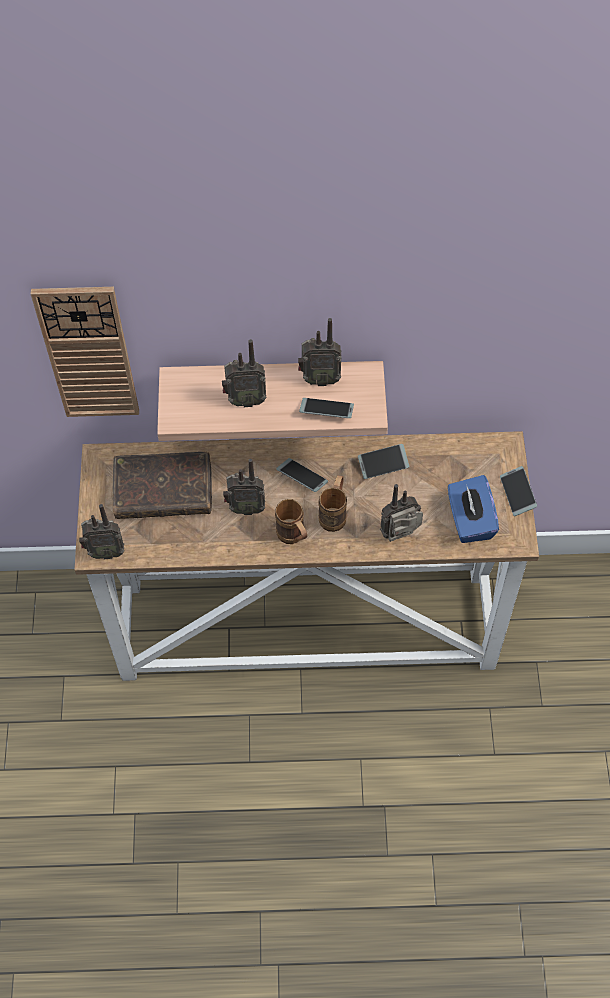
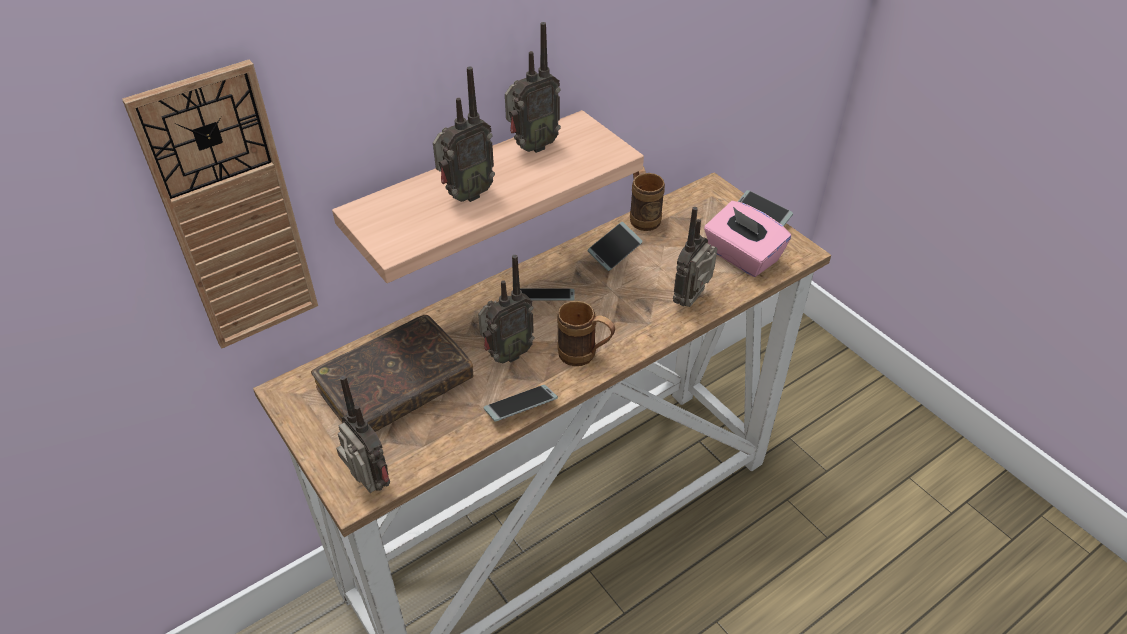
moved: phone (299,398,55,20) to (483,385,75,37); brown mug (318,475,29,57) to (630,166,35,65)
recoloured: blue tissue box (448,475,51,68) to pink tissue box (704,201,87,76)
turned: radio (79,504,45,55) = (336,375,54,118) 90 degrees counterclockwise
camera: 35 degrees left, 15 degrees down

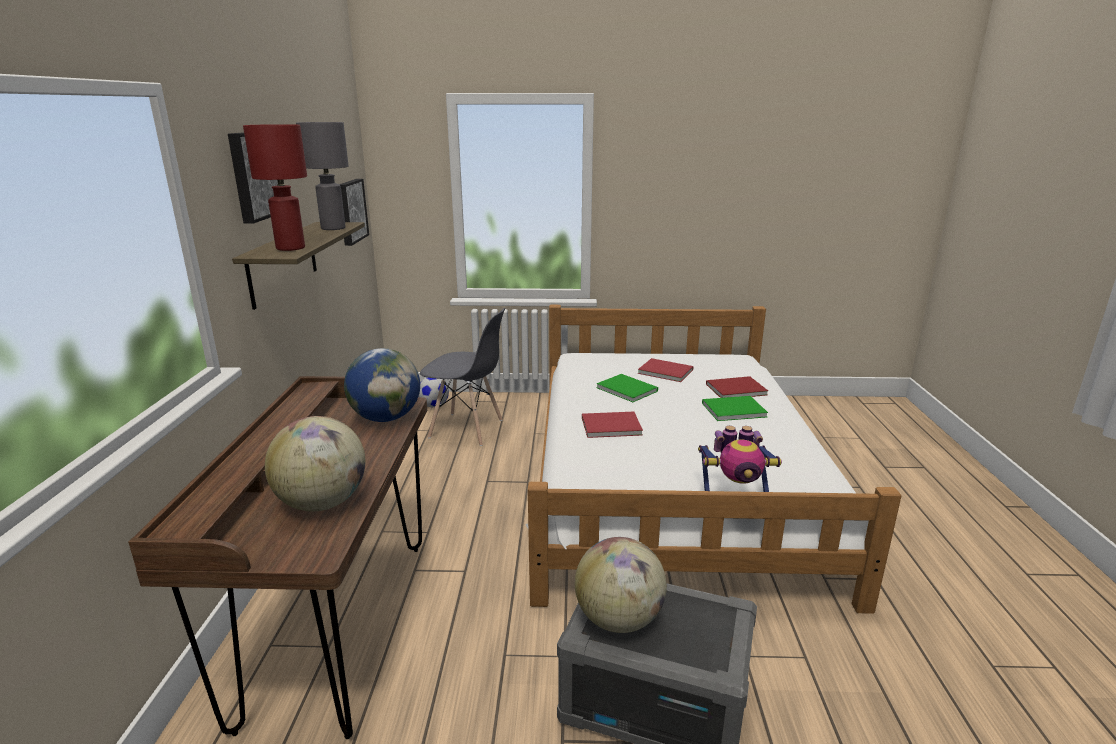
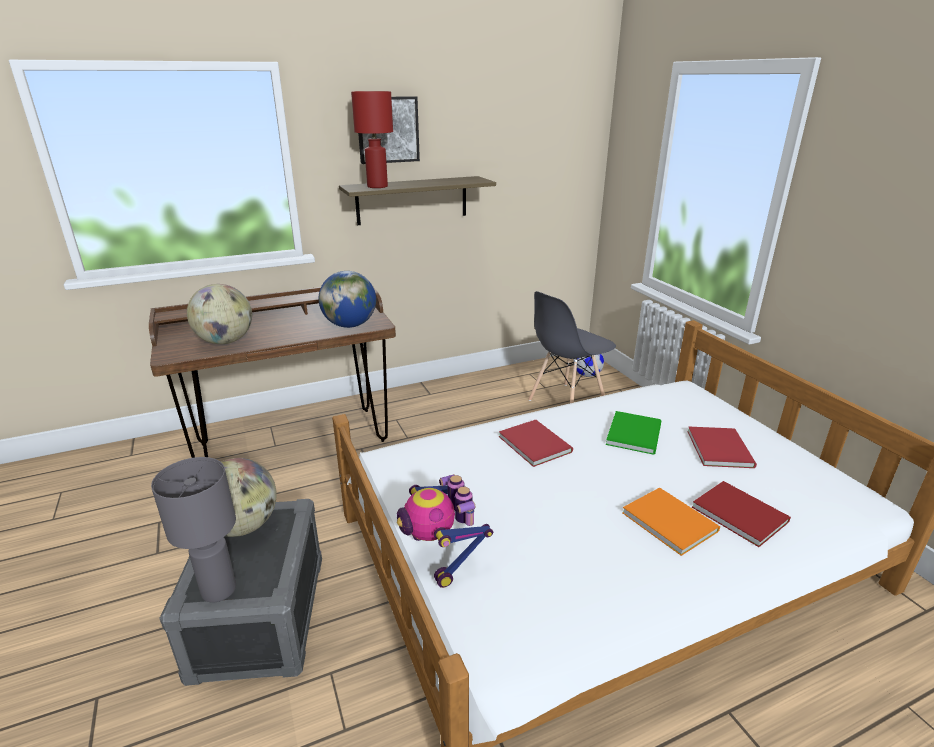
removed: picture (339,179,30,67)
moved: grey table lamp (296,122,53,108) to (151,457,85,146)
recoloured: green book (702,396,66,25) to orange book (622,487,98,69)
turned: grey chair (420,308,85,138) = (528,291,88,112) 60 degrees clockwise
camera: 65 degrees right, 5 degrees up

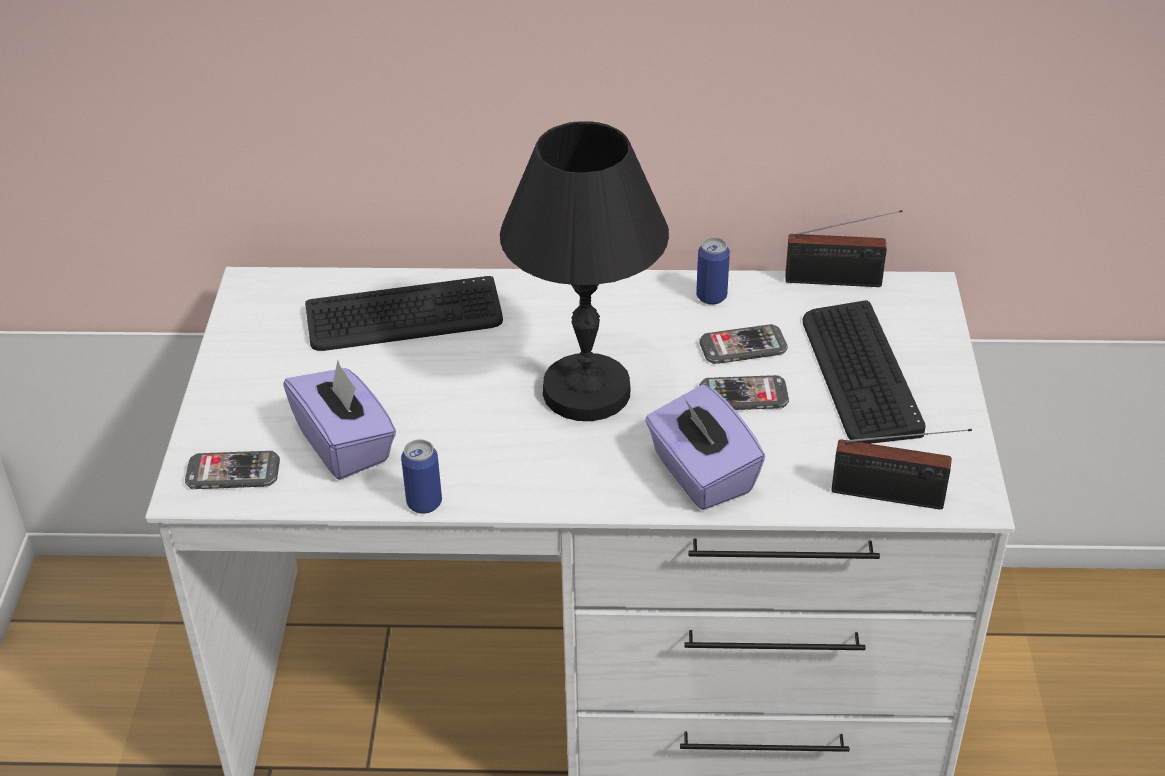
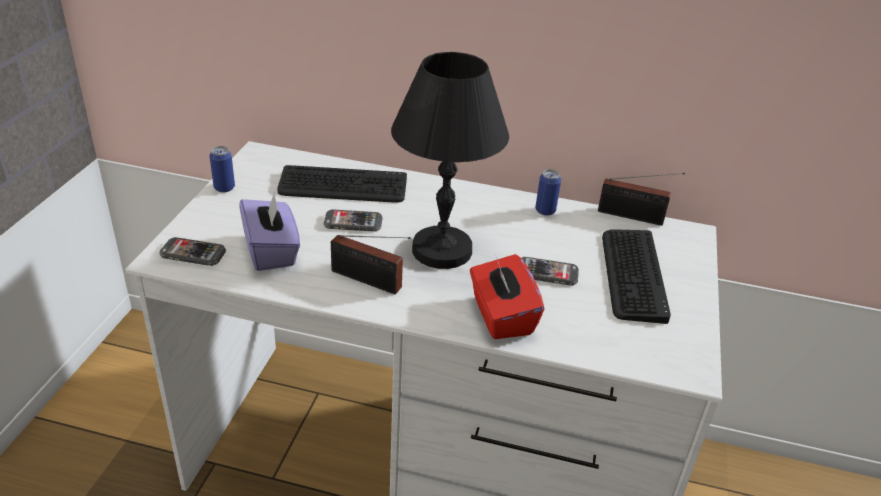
moved: can (401,439,41,75) to (209,146,26,47); phone (699,324,89,40) to (324,209,59,23); radio (831,429,141,81) to (331,235,80,59)
recoloured: purple tissue box (645,384,120,126) to red tissue box (470,254,74,85)
camera: 10 degrees right, 5 degrees down

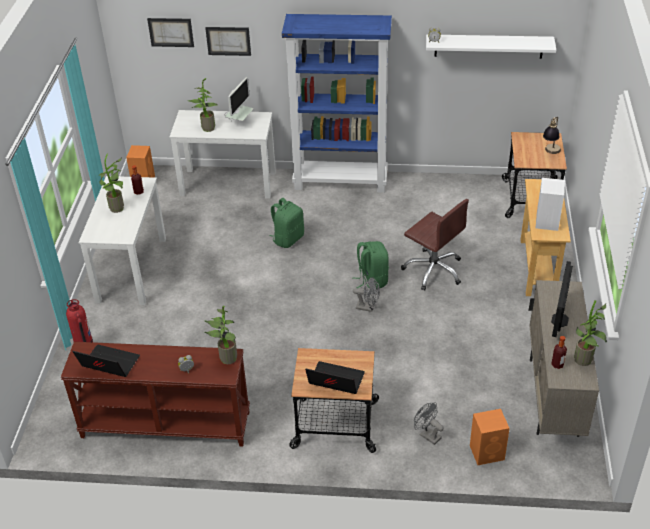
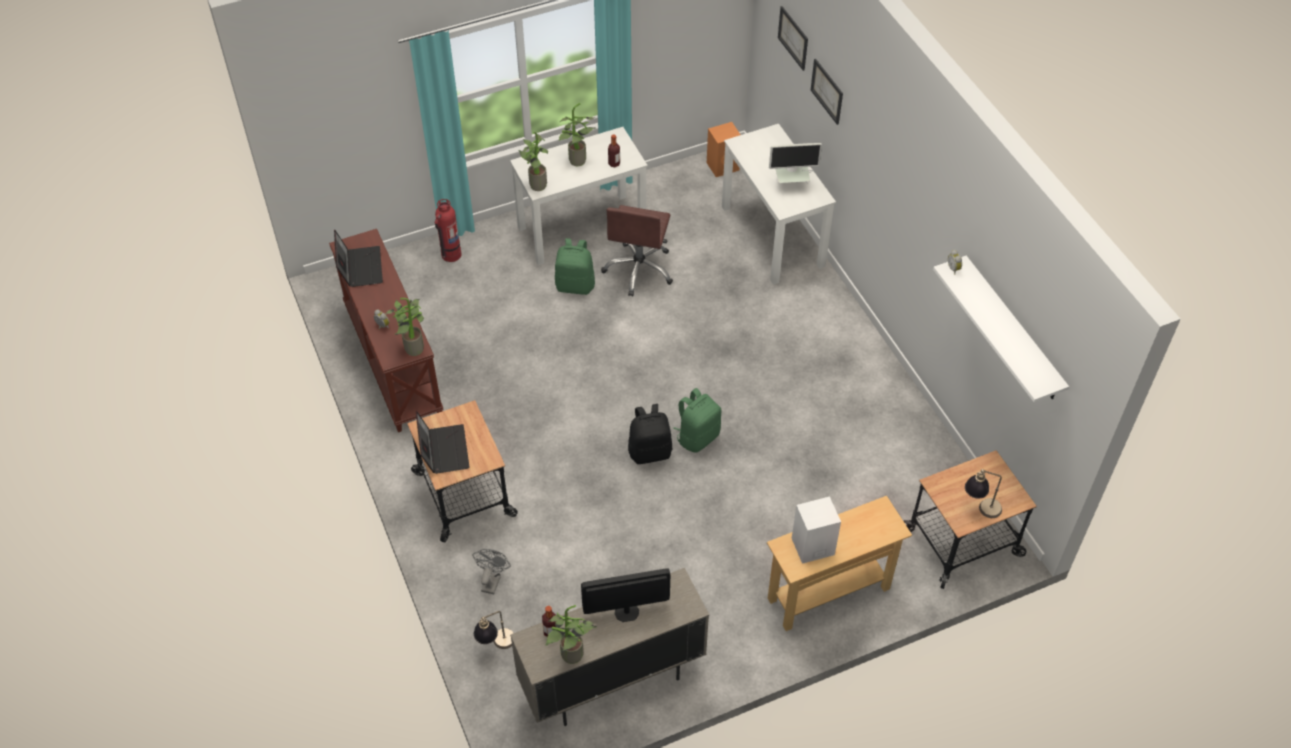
removed: blue bookcase (282,14,110,179)
moved: potted plant (189,78,28,54) to (519,132,29,59); green backpack (269,198,35,50) to (555,238,40,57); brown office chair (401,199,68,92) to (601,205,72,92)
replaced: grey fan (353,277,27,35) to black backpack (628,404,45,60); orange speaker (470,409,40,56) to table lamp (474,611,40,38)
camera: 60 degrees right, 10 degrees up

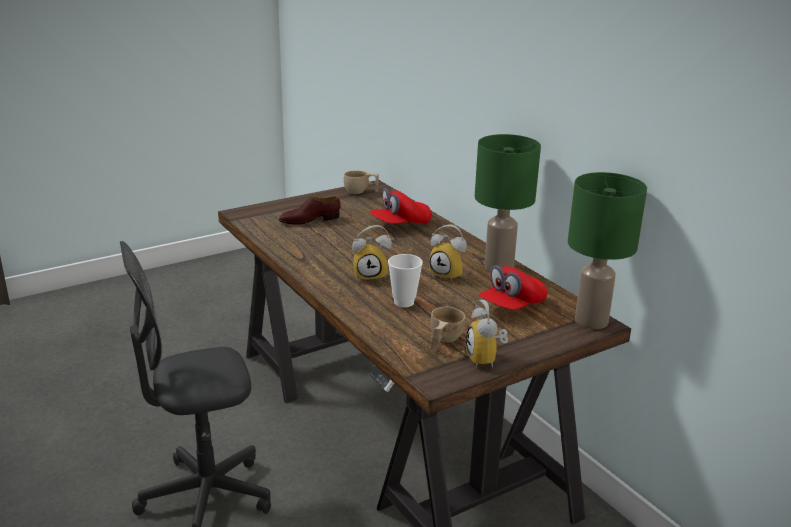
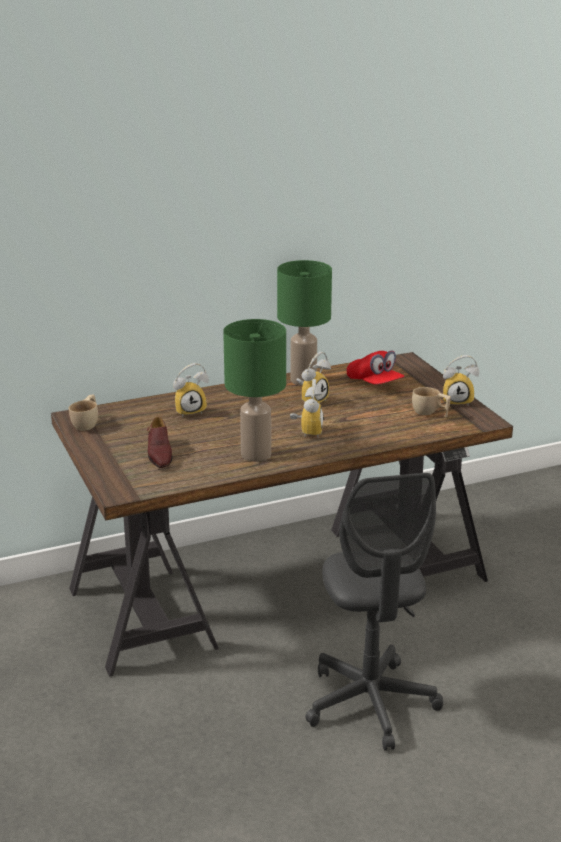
removed: cup (388,254,35,53)
moved: green table lamp (568,172,79,157) to (223,319,63,142)
replaced: red cap (369,188,63,36) to alarm clock (173,363,36,54)
camera: 80 degrees left, 0 degrees up

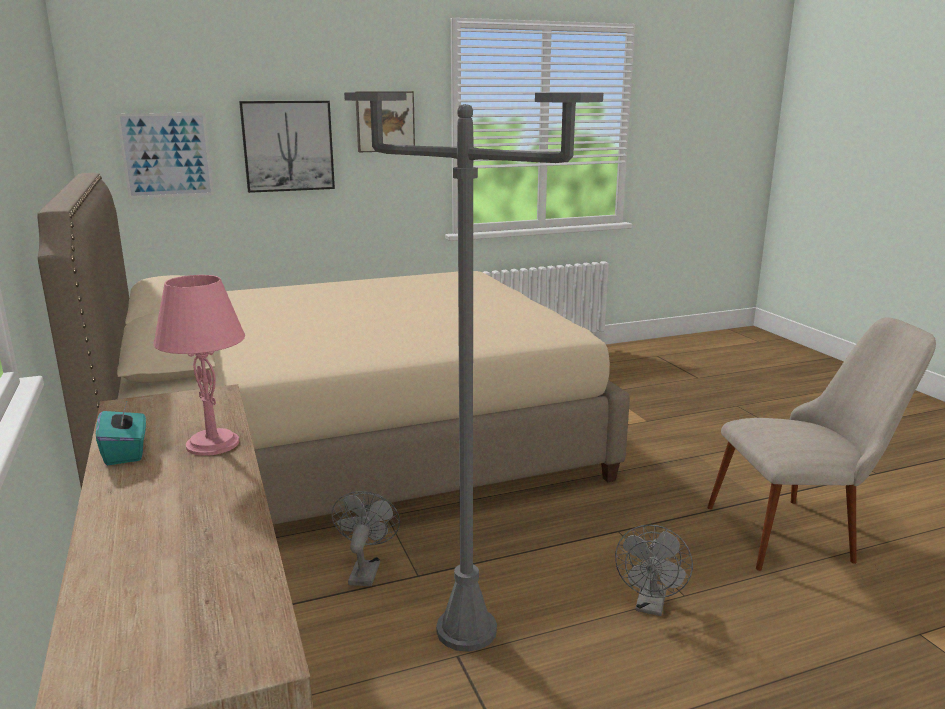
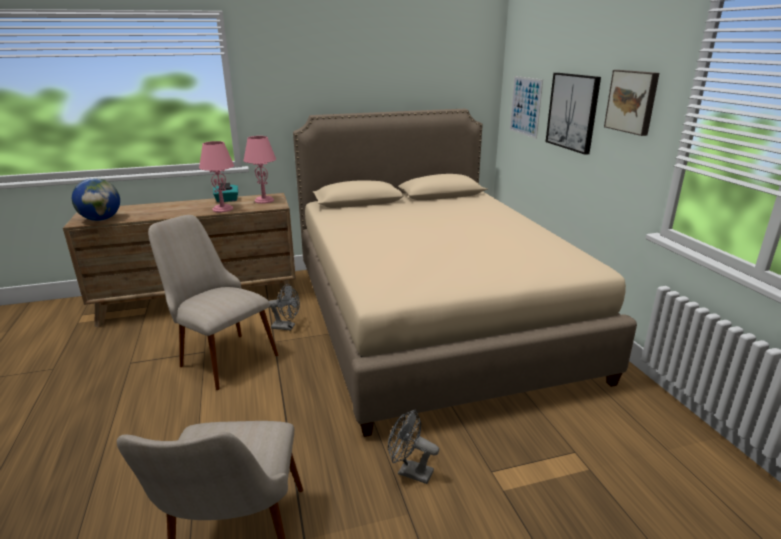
added: globe (72,178,48,43); pink table lamp (243,136,33,68)
moved: grey fan (615,525,78,91) to (388,410,51,74)
replaced: grey floor lamp (344,92,260,560) to beige chair (148,215,130,175)
camera: 95 degrees right, 5 degrees up

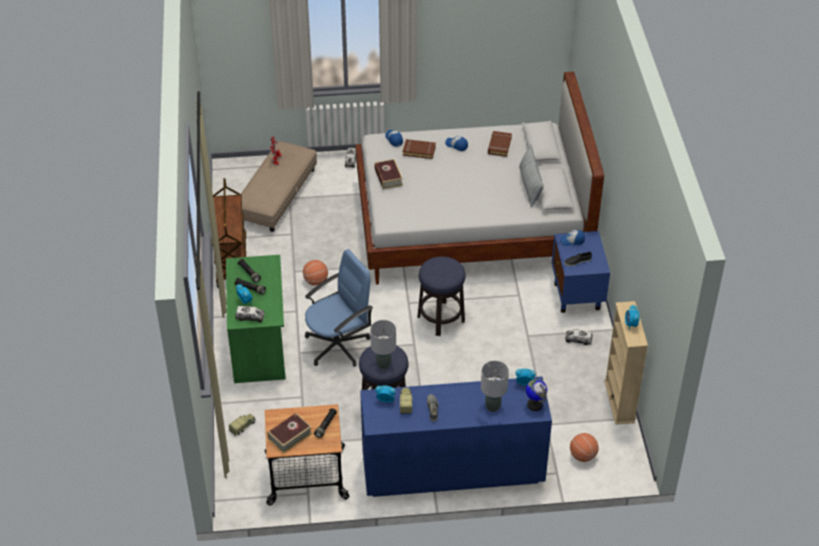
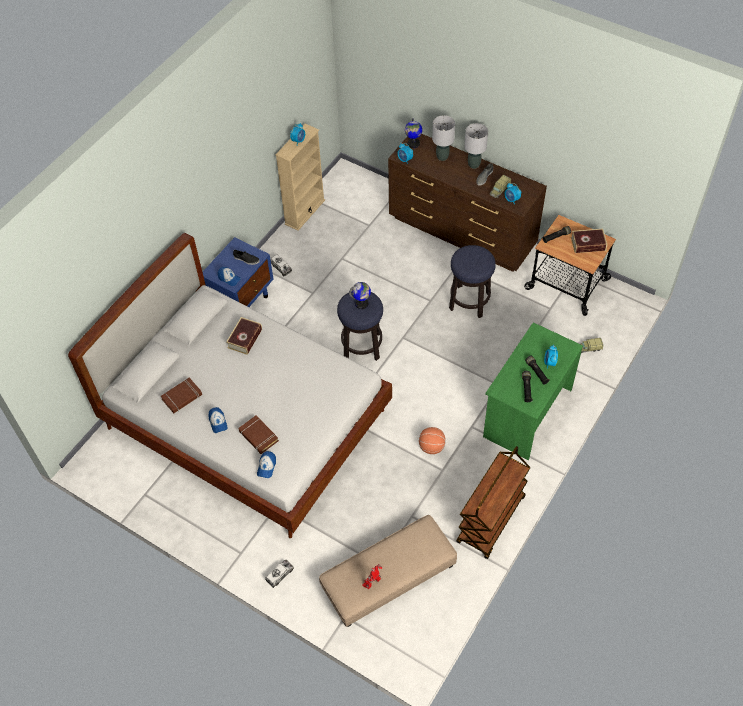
removed: toy truck (235,306,30,17); blue office chair (305,249,68,118); pillow (519,145,25,63); basketball (570,433,29,29)
added: globe (349,282,22,27)
moved: grey table lamp (370,320,26,49) to (464,123,24,46); book (374,159,29,30) to (226,317,36,38)
recoloured: blue dresser (360,376,192,121) to brown dresser (388,134,159,138)
camera: 140 degrees left, 10 degrees up

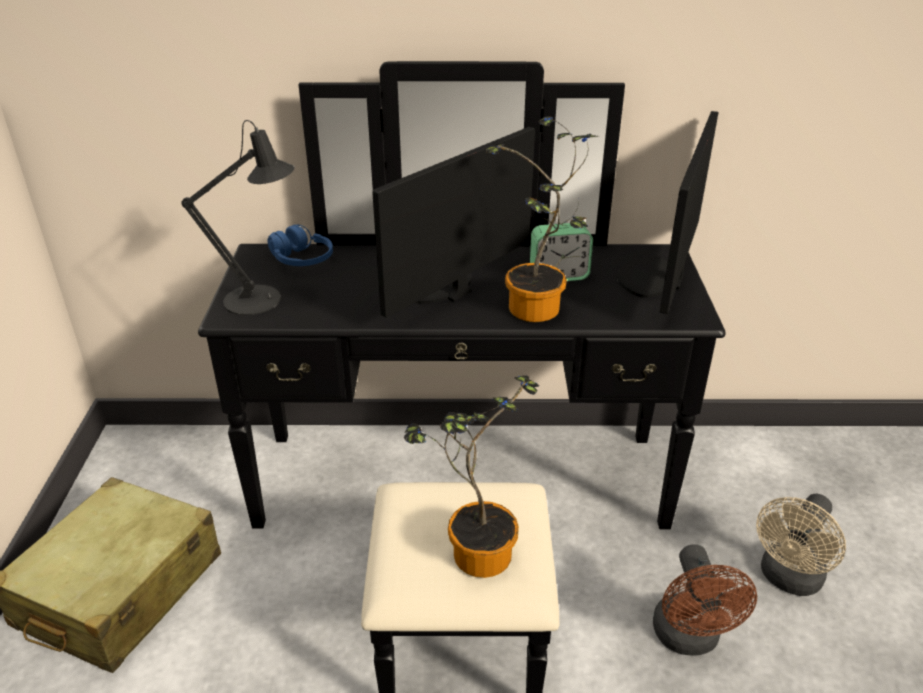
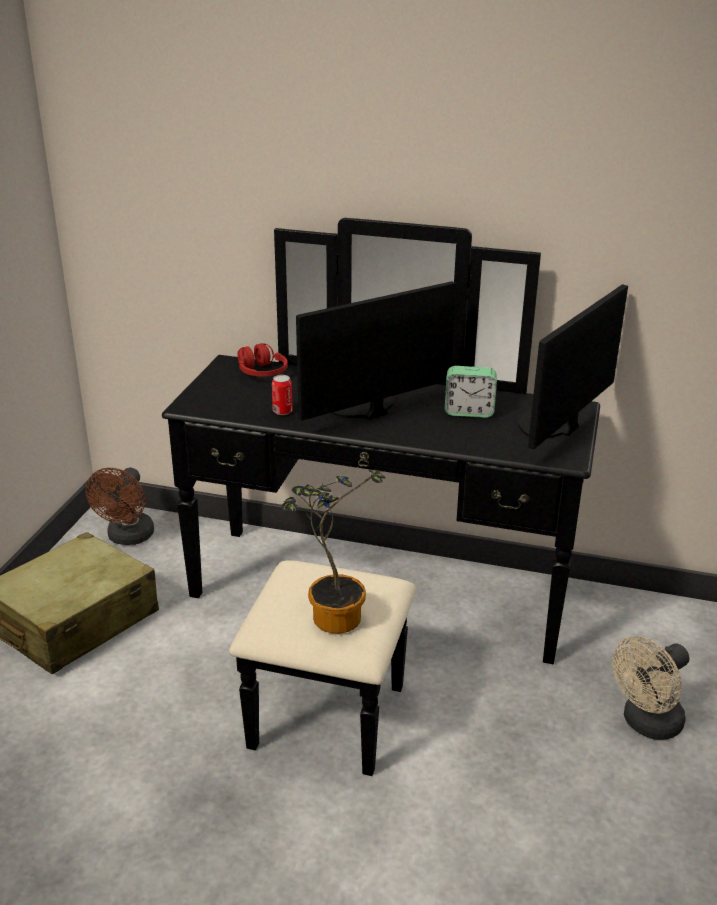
removed: black table lamp (181,120,113,195); potted plant (486,117,112,205)
added: can (272,375,21,40)
moved: brown fan (653,544,104,112) to (85,468,69,77)
recoloured: blue headphones (268,225,65,41) to red headphones (237,343,51,33)
camera: 15 degrees right, 5 degrees down

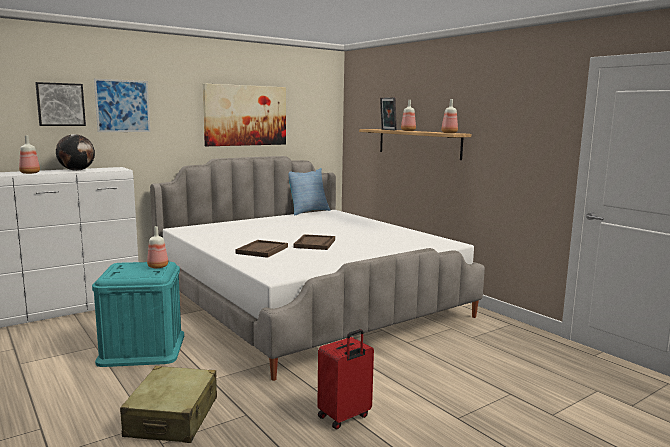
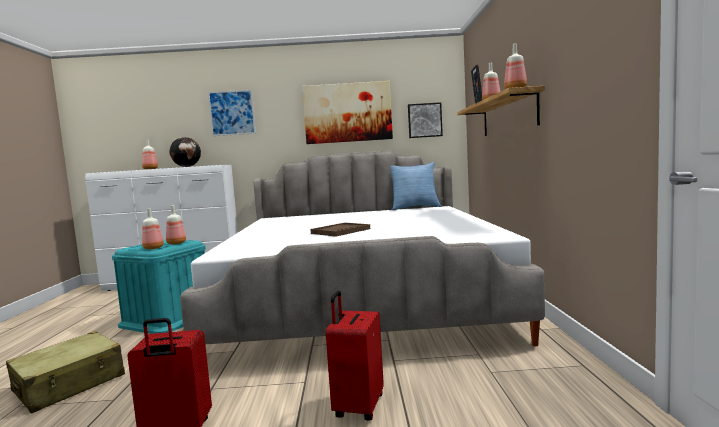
removed: brown tray (236,240,52,18)
added: bottle (142,208,22,41); red suitcase (326,291,58,129)
moved: picture (35,82,51,44) to (408,102,35,36)
camera: 35 degrees right, 5 degrees down

